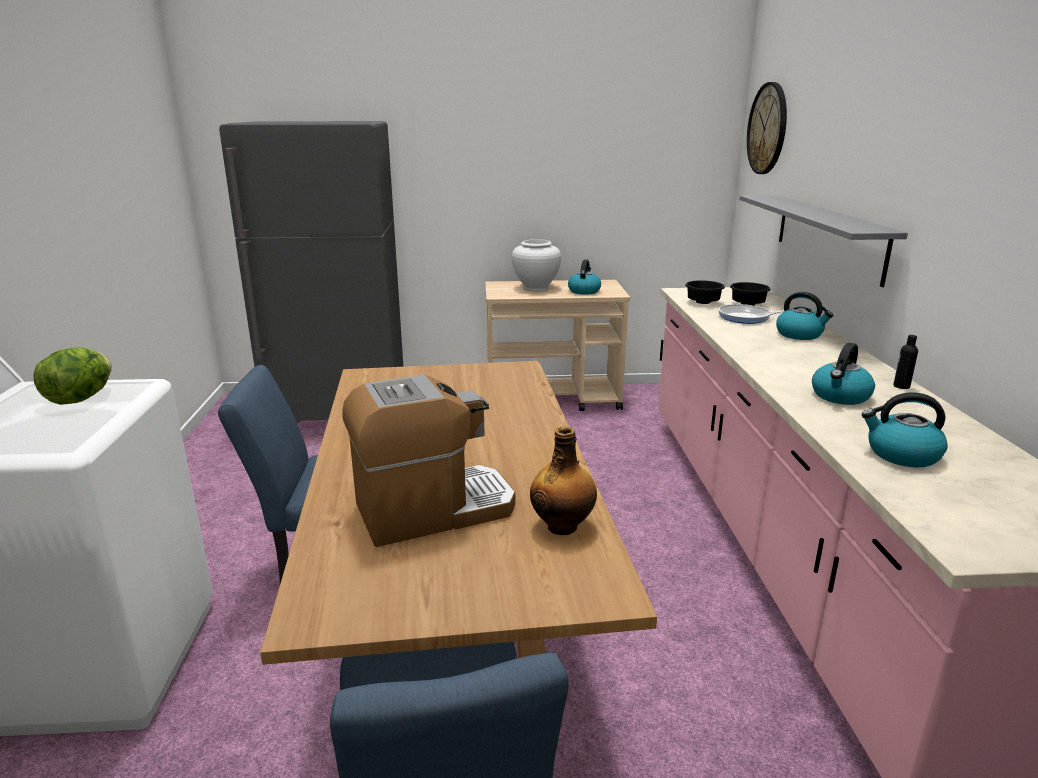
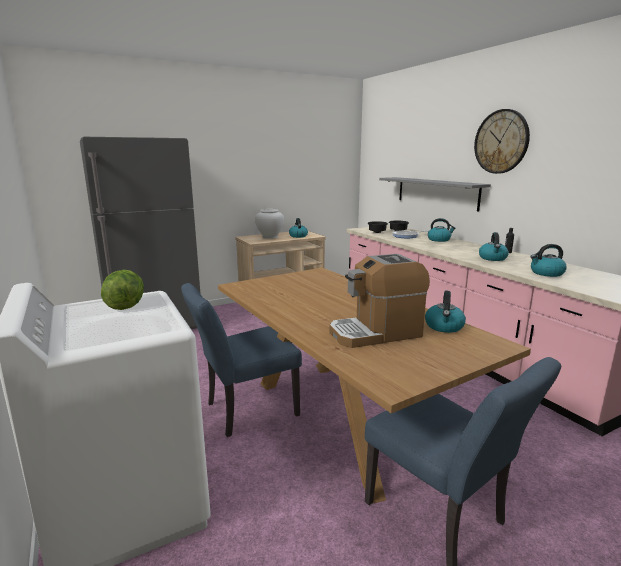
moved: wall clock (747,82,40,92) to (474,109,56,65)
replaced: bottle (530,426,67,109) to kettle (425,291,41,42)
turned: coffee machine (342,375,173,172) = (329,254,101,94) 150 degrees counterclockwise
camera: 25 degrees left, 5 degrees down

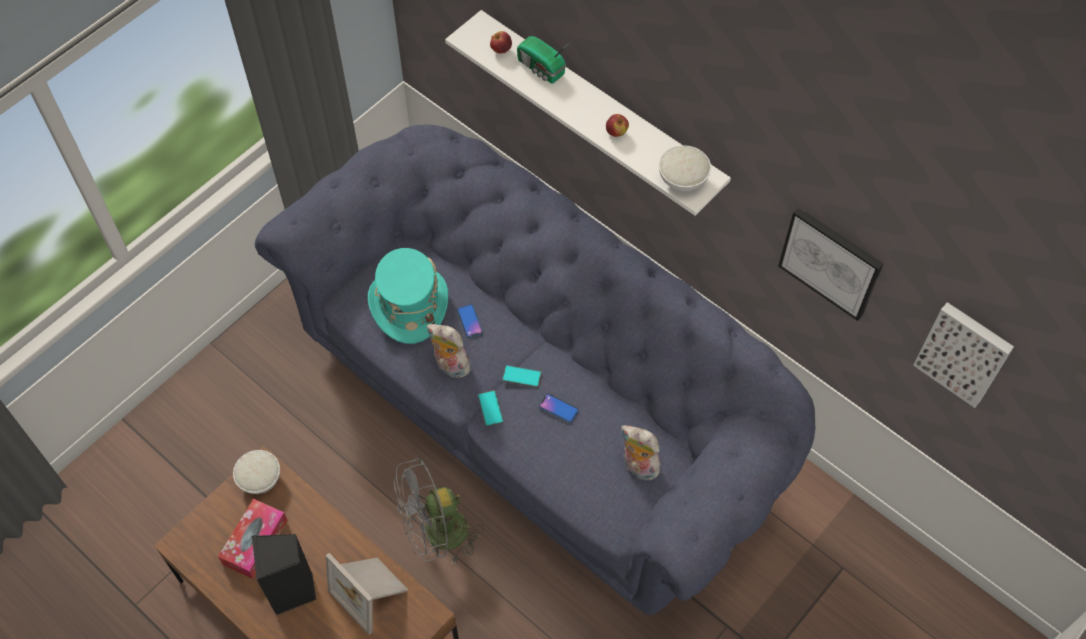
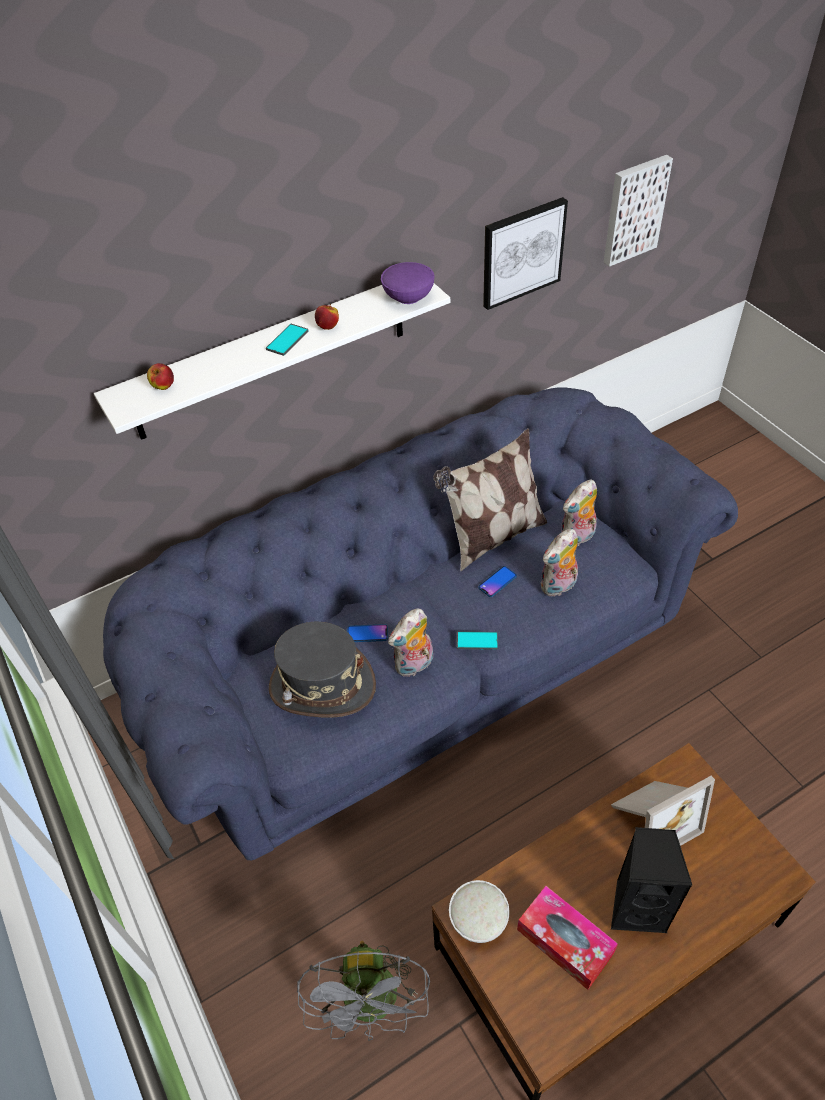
removed: radio (517,36,52,48)
added: pillow (433,428,114,143); plush toy (540,529,38,68)
moved: grey fan (394,458,90,105) to (297,940,133,101); phone (502,365,40,23) to (266,324,43,32)
recoloured: turquoise hat (368,248,80,96) to grey hat (269,622,107,96); white bowl (659,145,52,47) to purple bowl (381,262,54,42)
camera: 70 degrees left, 10 degrees down

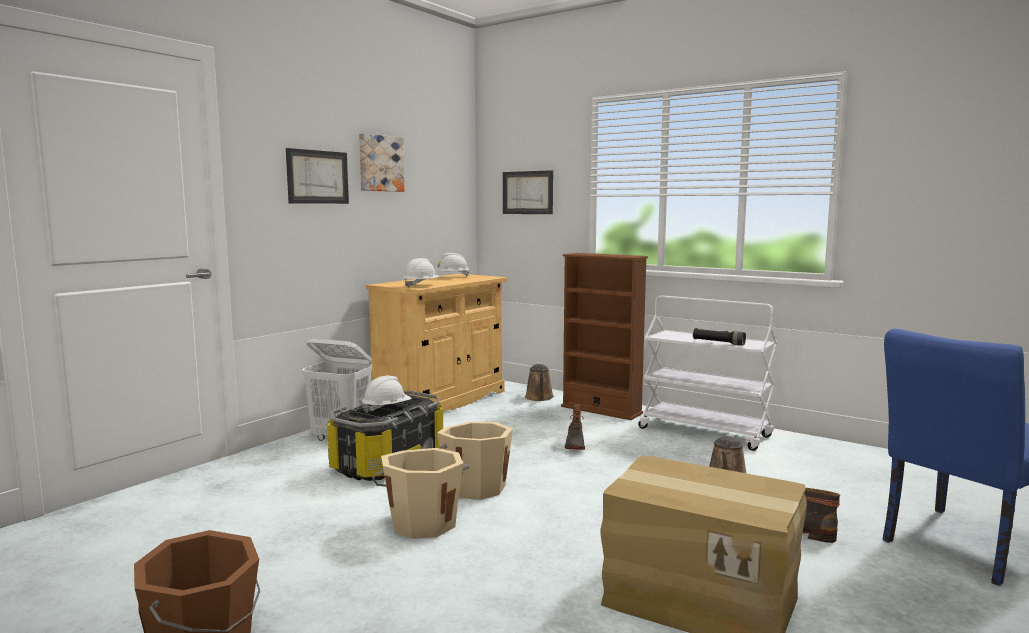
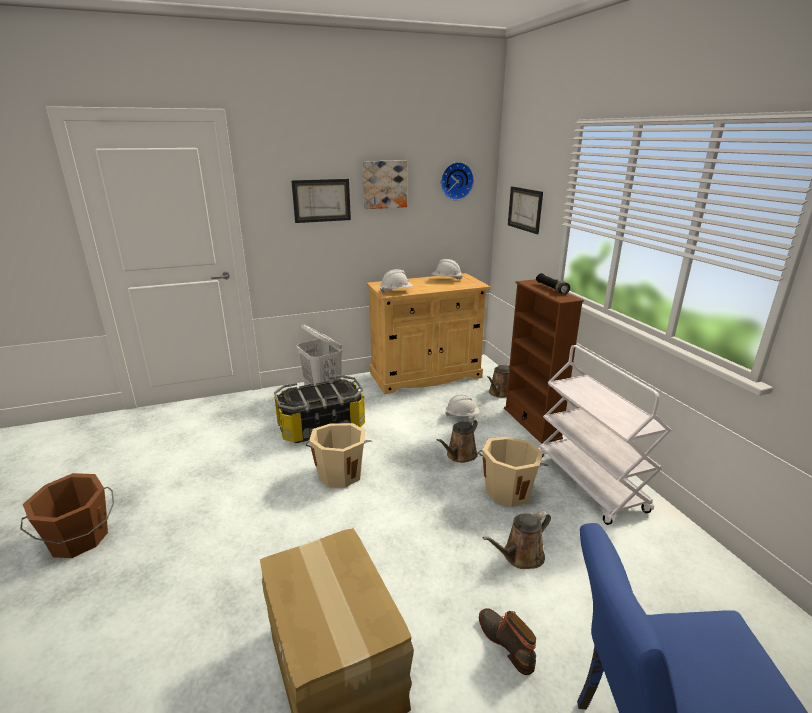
added: wall clock (441,162,33,39)
moved: white hard hat (362,376,50,37) to (446,394,34,23); beige bucket (372,448,98,91) to (478,437,70,70); black flashlight (693,328,53,18) to (536,273,34,21)
replaced: boot (565,404,20,46) to brown watering can (437,419,41,44)
camera: 35 degrees right, 15 degrees up

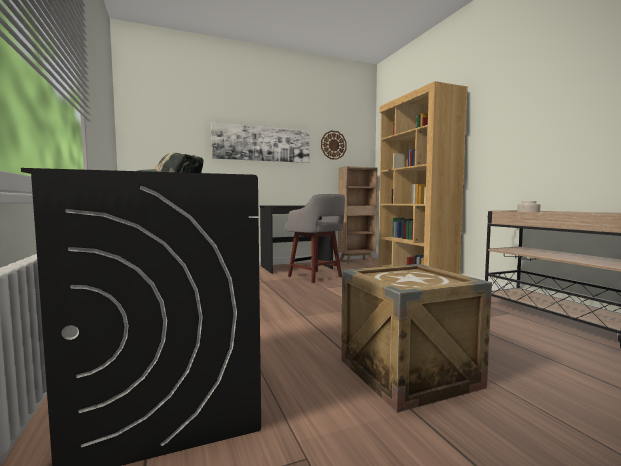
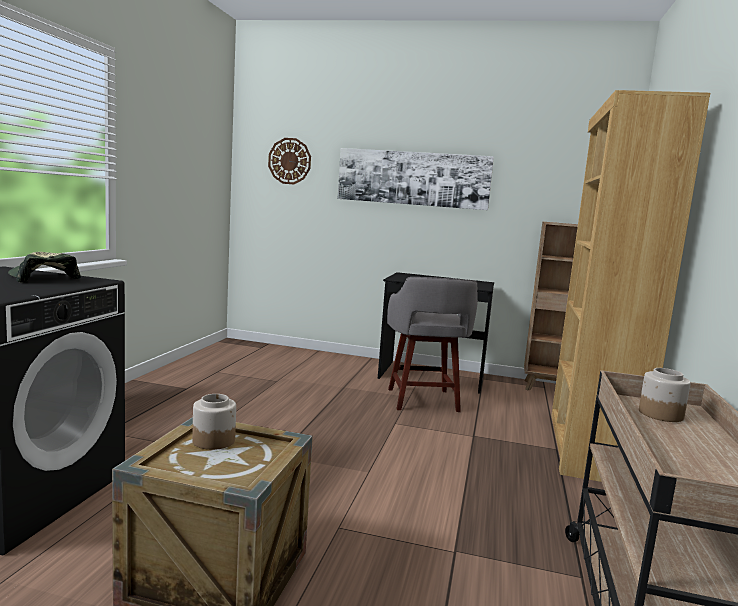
added: jar (192,394,44,56)
moved: wall clock (321,131,26,29) to (268,138,43,46)
camera: 35 degrees right, 5 degrees up

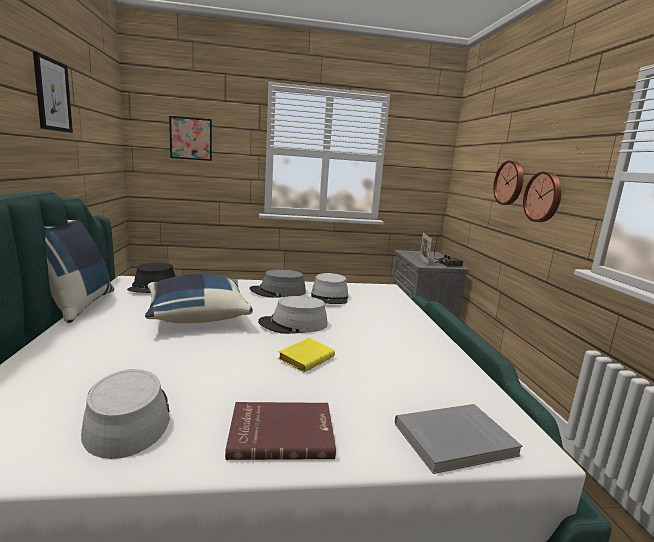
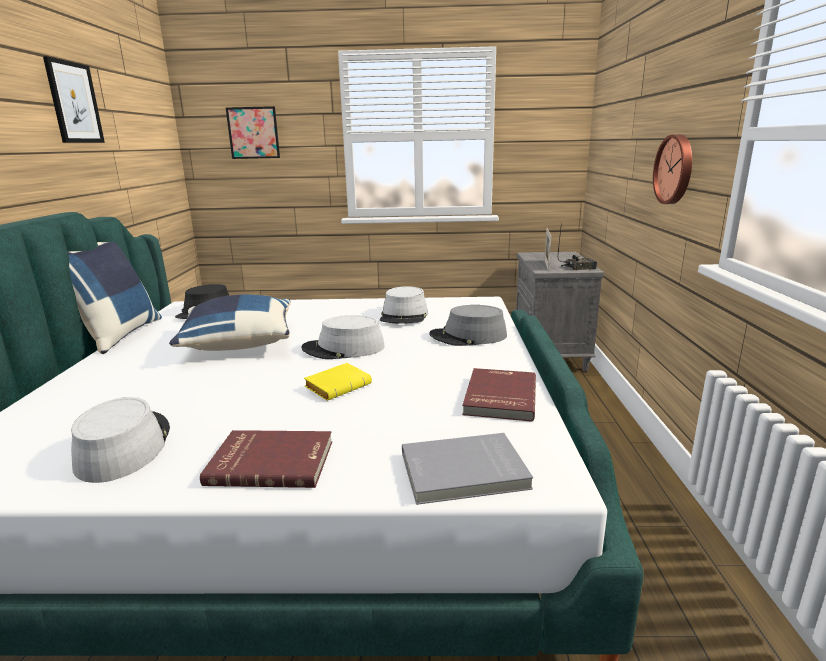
removed: wall clock (493,160,31,45)
added: red book (462,368,74,54)
moved: grey hat (249,269,57,29) to (429,305,78,41)
camera: 10 degrees right, 5 degrees up

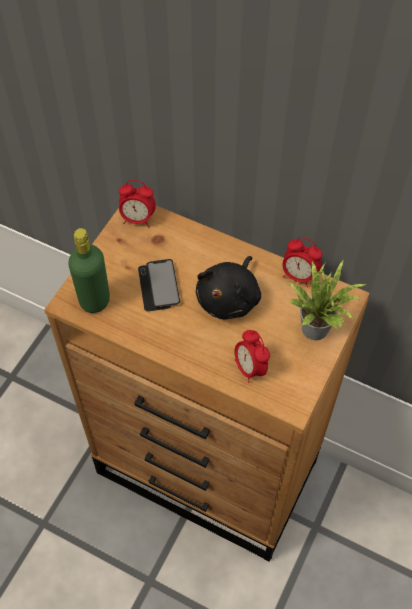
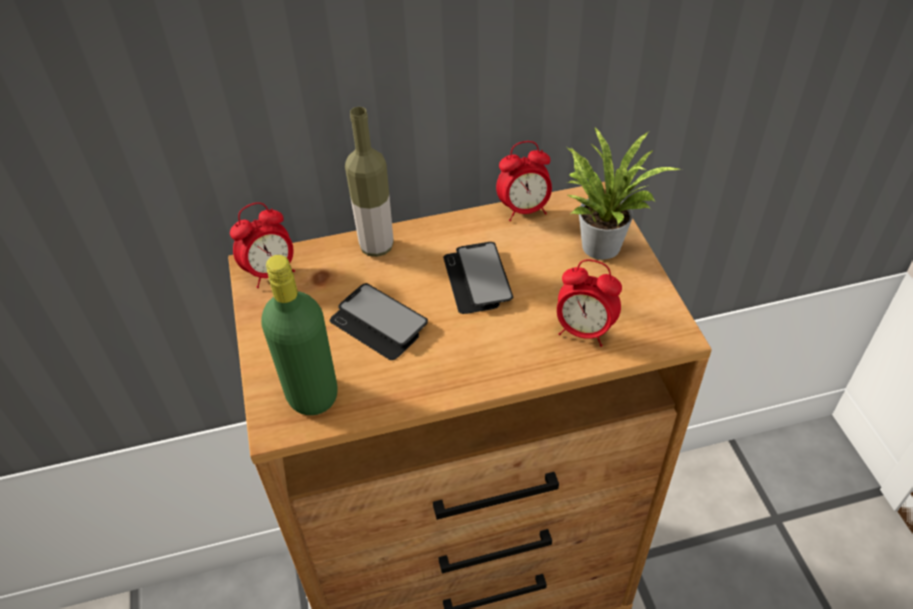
added: bottle (345,107,49,150)
replaced: black plush toy (196,256,65,63) to phone (443,242,70,72)
camera: 40 degrees left, 10 degrees down

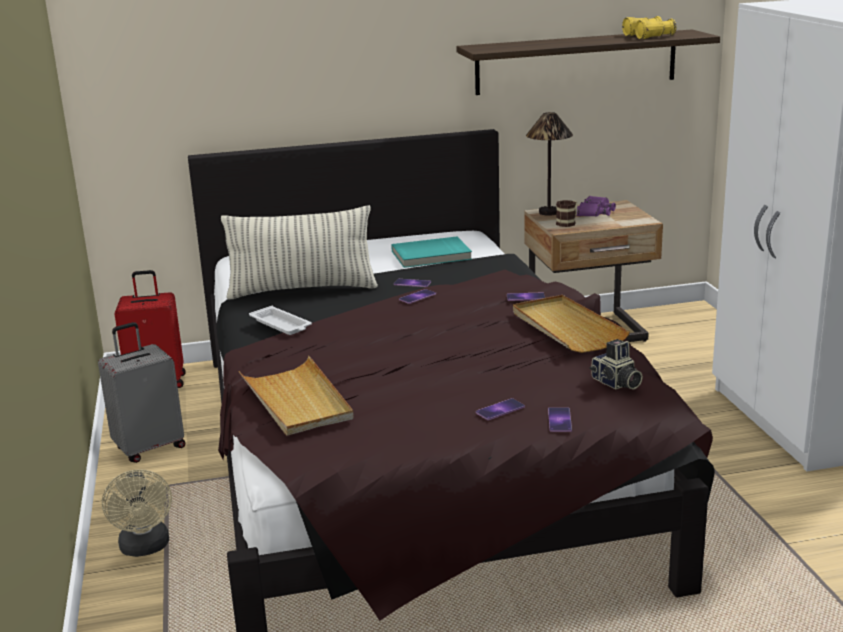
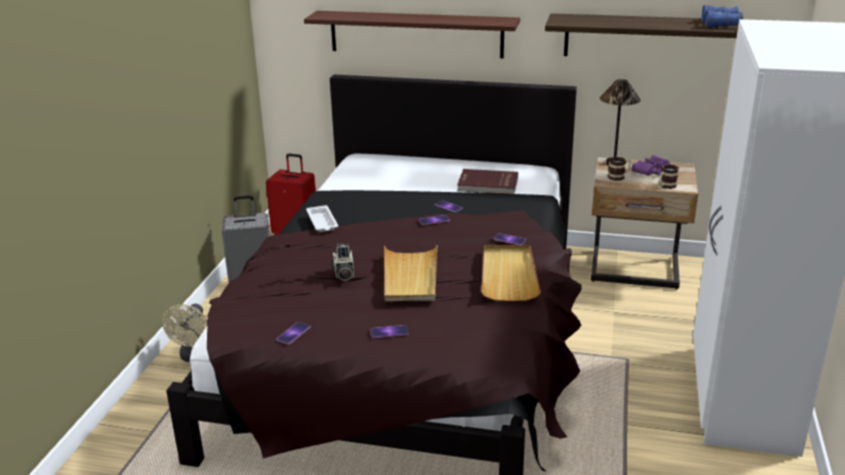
removed: pillow (221,205,157,95)
added: shelf (304,11,216,47); mug (659,164,20,25)
moved: beige tray (239,356,115,80) to (384,245,53,57); phone (548,408,24,24) to (276,322,35,23); photo camera (589,339,54,51) to (331,243,23,38)
recoloured: turquoise book (391,237,81,31) to red book (457,169,61,26); yellow binoculars (622,16,54,23) to blue binoculars (702,5,41,23)
camera: 25 degrees right, 5 degrees up

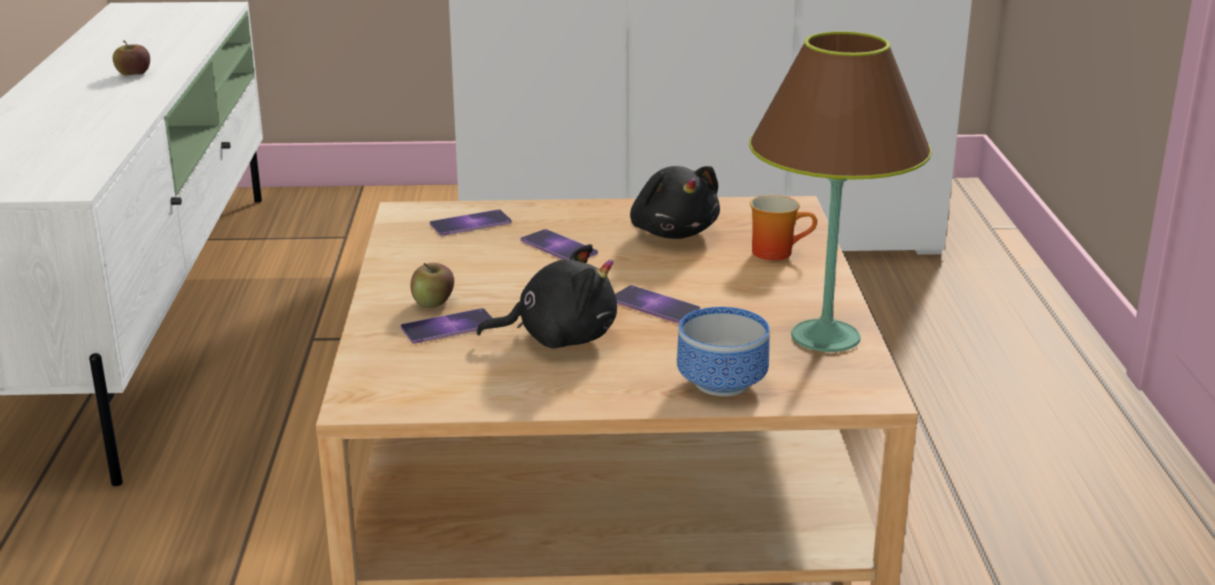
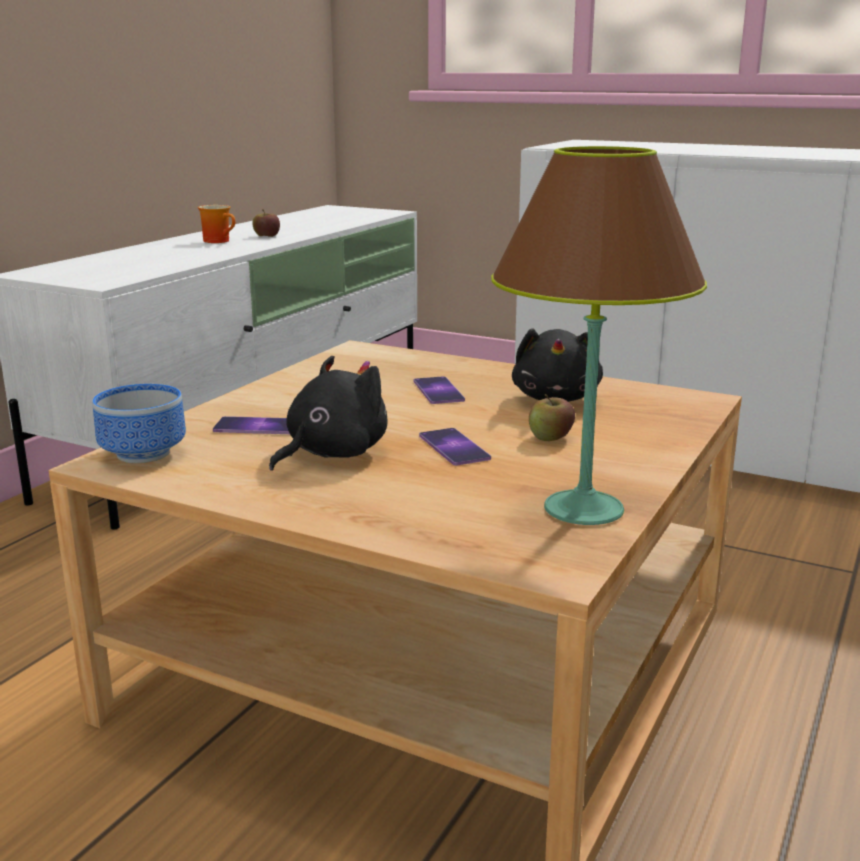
removed: phone (430,209,82,27)
moved: apple (411,263,43,45) to (529,394,46,47); bowl (677,307,93,90) to (92,384,94,79); mug (750,195,67,65) to (198,205,37,38)
turned: black plush toy (476,244,141,105) = (269,356,119,115) 75 degrees counterclockwise
camera: 30 degrees right, 5 degrees down

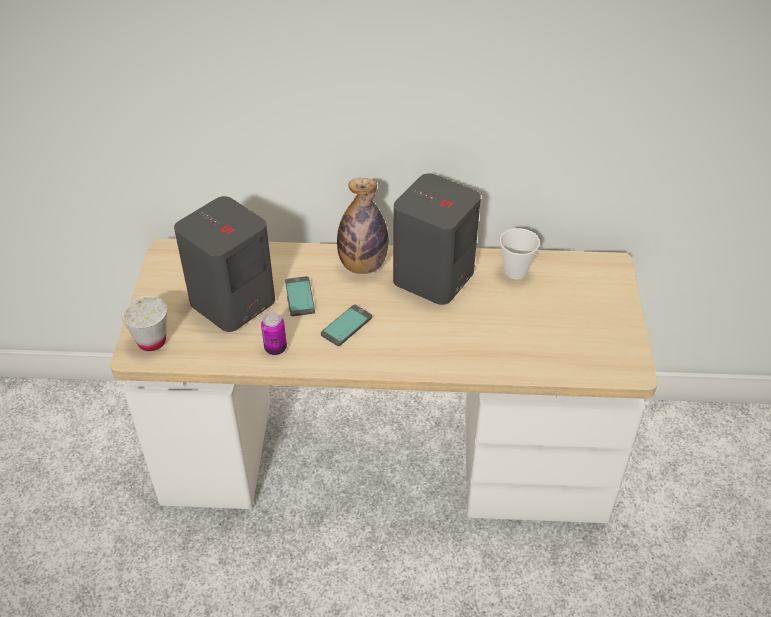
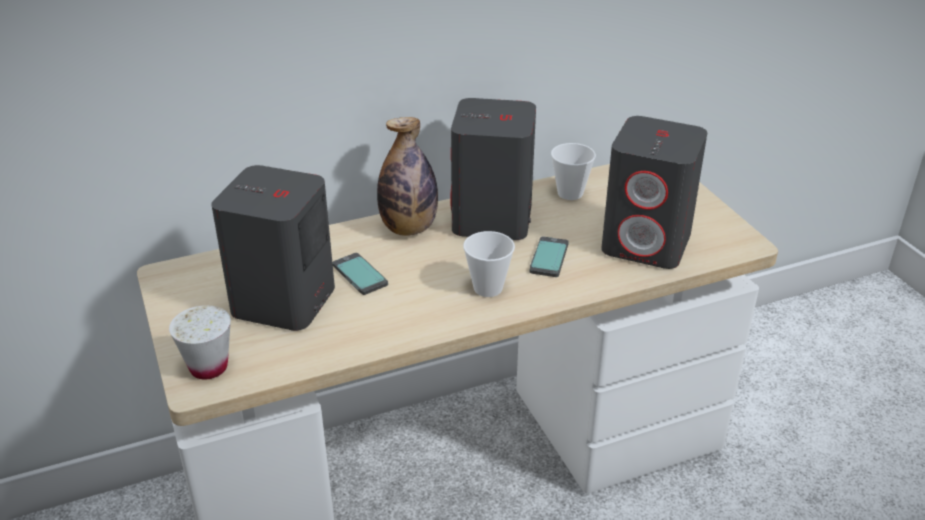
removed: can (261,312,26,43)
added: cup (463,231,52,66); grey speaker (601,116,106,153)
moved: phone (321,305,51,41) to (529,236,40,41)
camera: 25 degrees left, 10 degrees down

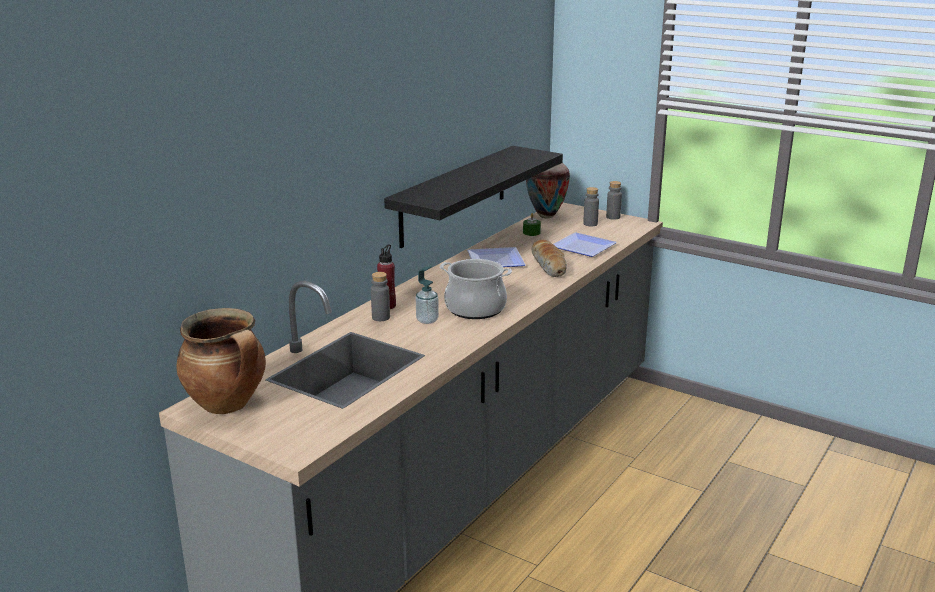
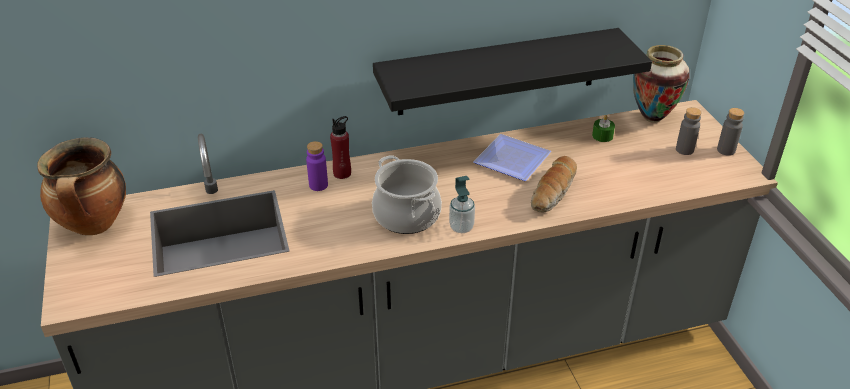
removed: plate (553,232,64,25)
moved: soap dispenser (416,266,23,58) to (449,176,26,57)
recoloured: grey bottle (371,272,19,49) to purple bottle (306,141,22,50)
camera: 40 degrees right, 15 degrees up

